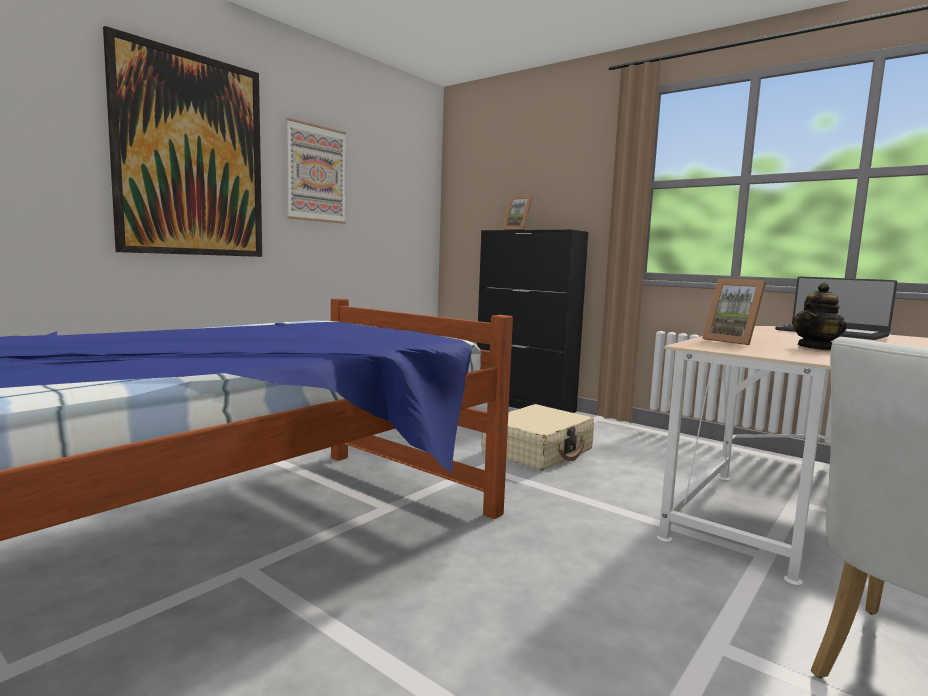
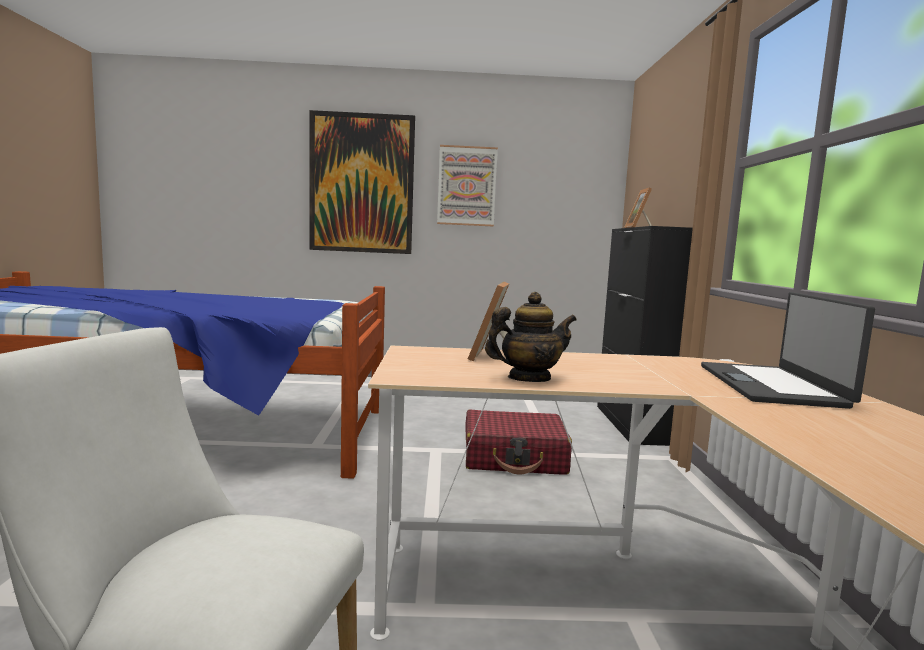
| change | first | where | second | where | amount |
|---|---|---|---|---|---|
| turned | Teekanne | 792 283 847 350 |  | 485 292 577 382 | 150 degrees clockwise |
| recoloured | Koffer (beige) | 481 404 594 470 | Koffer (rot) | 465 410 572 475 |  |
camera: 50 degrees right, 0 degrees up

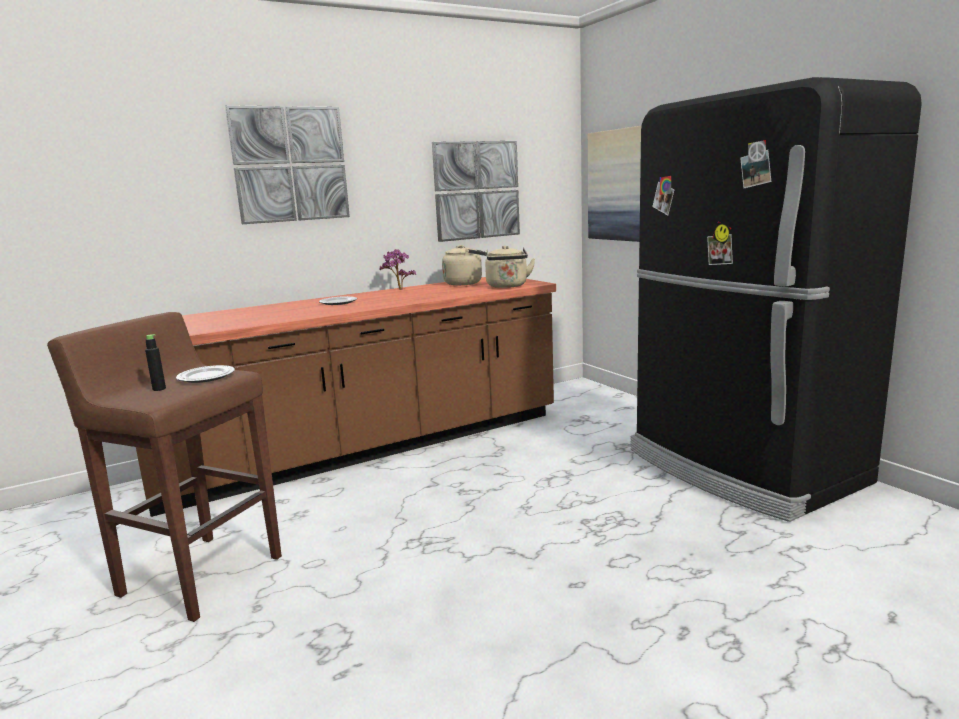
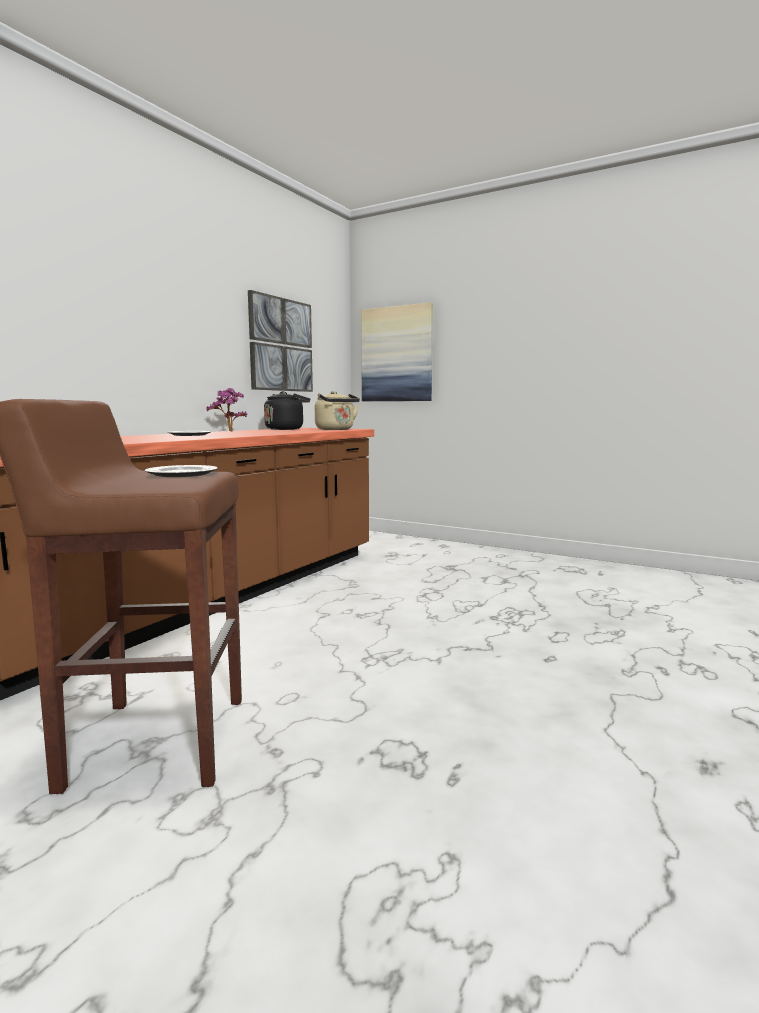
| change | first | where | second | where | amount |
|---|---|---|---|---|---|
| removed | Kühlschrank (schwarz) | 630 77 922 522 |  |  |  |
| removed | Bild | 225 105 350 224 |  |  |  |
| recoloured | Wasserkessel (beige) | 442 245 487 285 | Wasserkessel (schwarz) | 264 391 310 430 |  |
| removed | Flasche (schwarz) | 145 334 166 391 |  |  |  |
camera: 30 degrees left, 5 degrees down

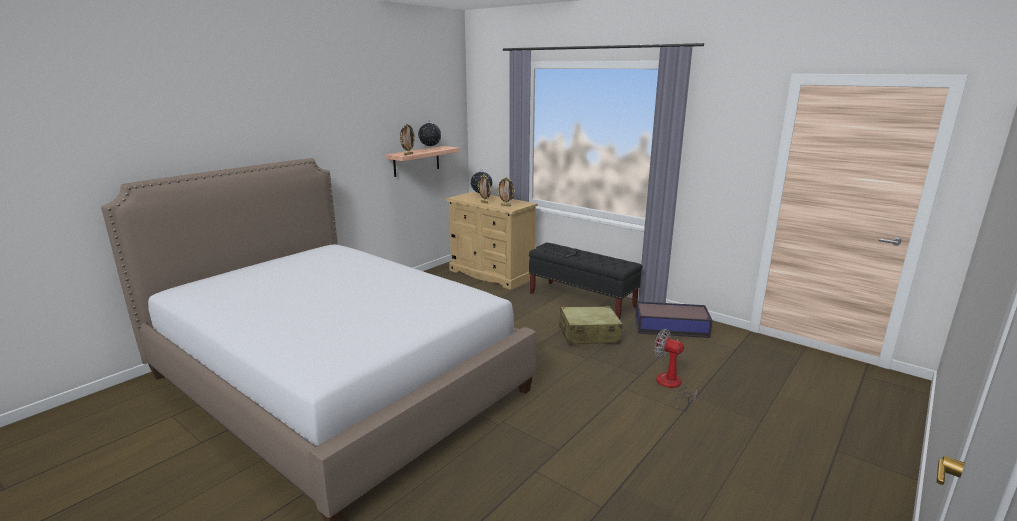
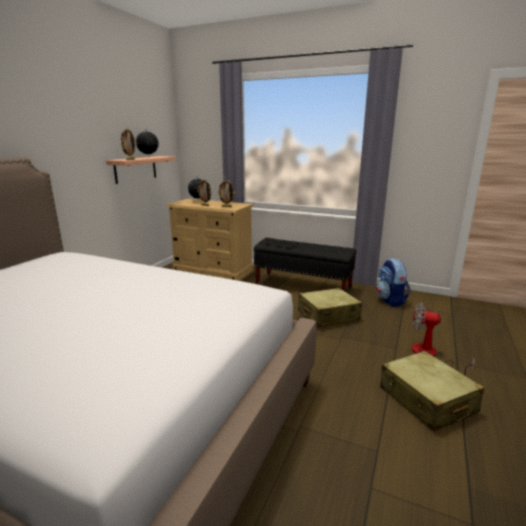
| change | first | where | second | where | amount |
|---|---|---|---|---|---|
| replaced | Aufbewahrungsbox | 635 301 713 338 | Rucksack | 376 258 410 307 |  |
| added |  |  | Koffer (beige) | 380 351 484 432 |  |
camera: 15 degrees left, 0 degrees up

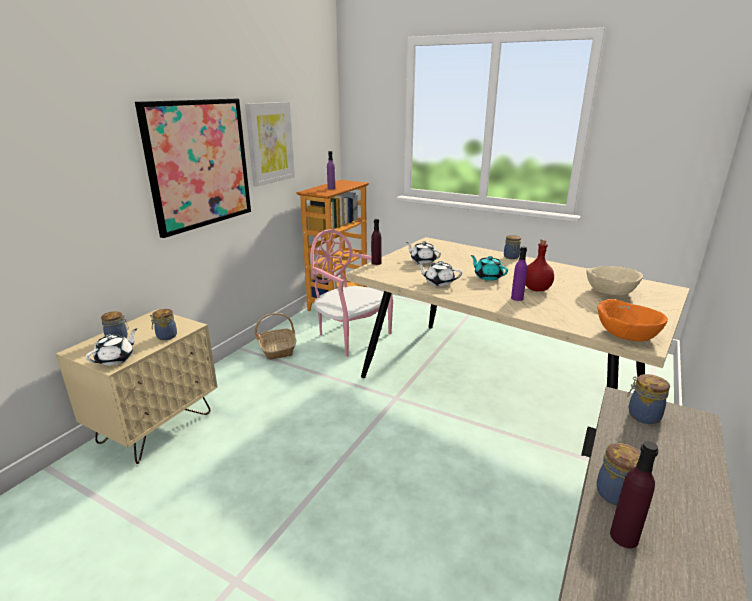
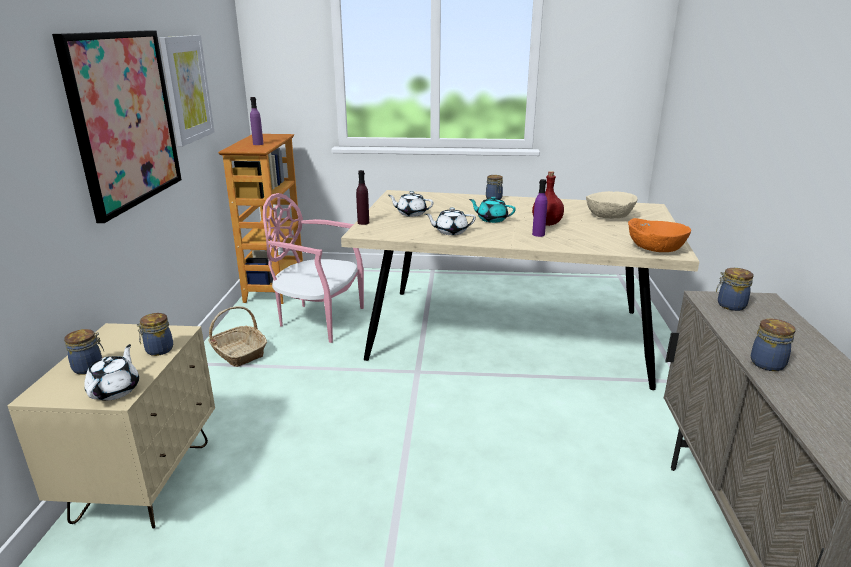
| change | first | where | second | where | amount |
|---|---|---|---|---|---|
| removed | Flasche (lila) | 610 441 658 548 |  |  |  |
camera: 25 degrees left, 0 degrees up

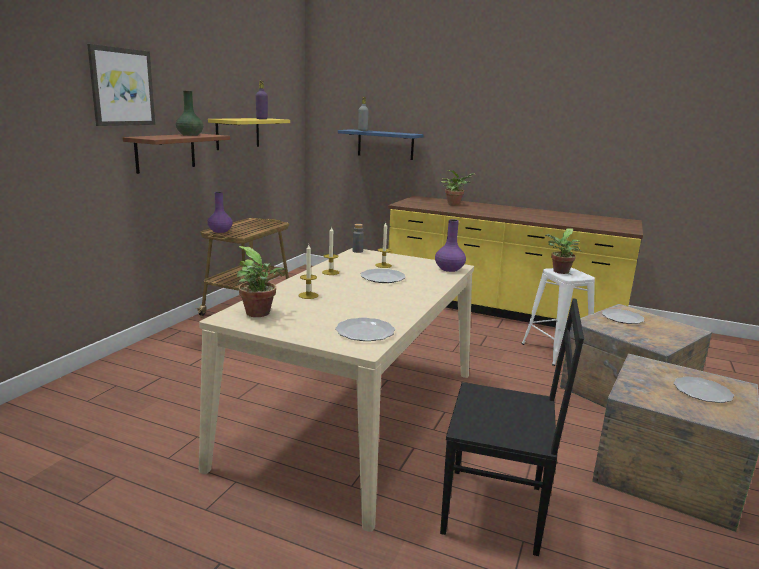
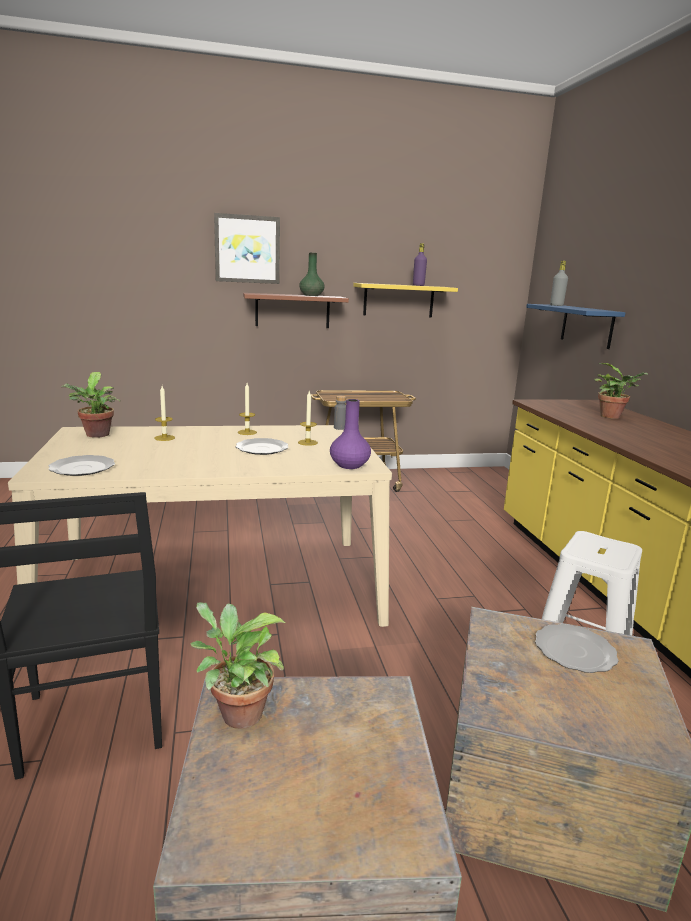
| change | first | where | second | where | amount |
|---|---|---|---|---|---|
| removed | Vase (lila) | 207 192 233 233 |  |  |  |
| moved | Topfpflanze | 545 228 581 274 |  | 191 602 285 729 |  |
| removed | Teller | 673 376 734 403 |  |  |  |
camera: 55 degrees right, 0 degrees up

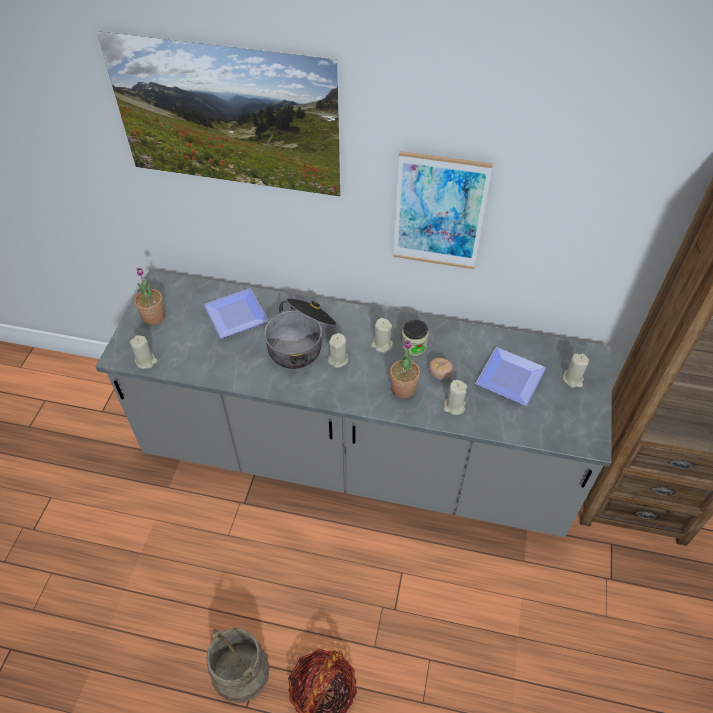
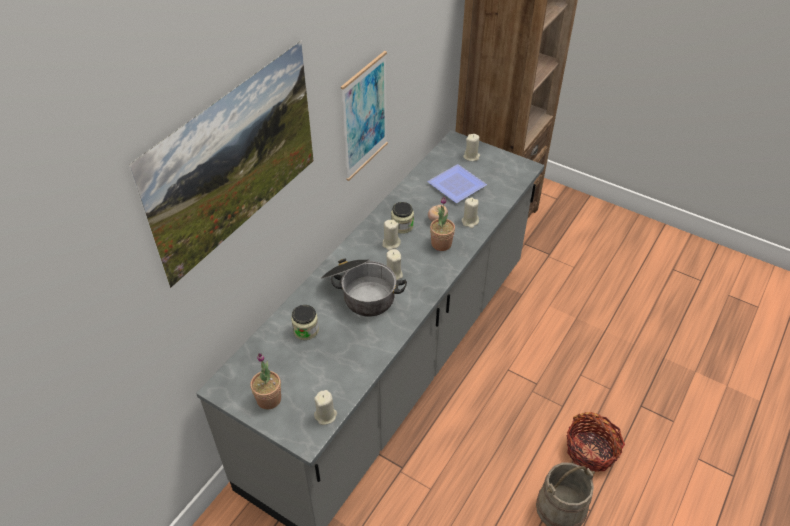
| change | first | where | second | where | amount |
|---|---|---|---|---|---|
| replaced | Teller | 204 288 268 339 | Vorratsglas | 291 305 319 340 |  |
camera: 70 degrees left, 5 degrees down

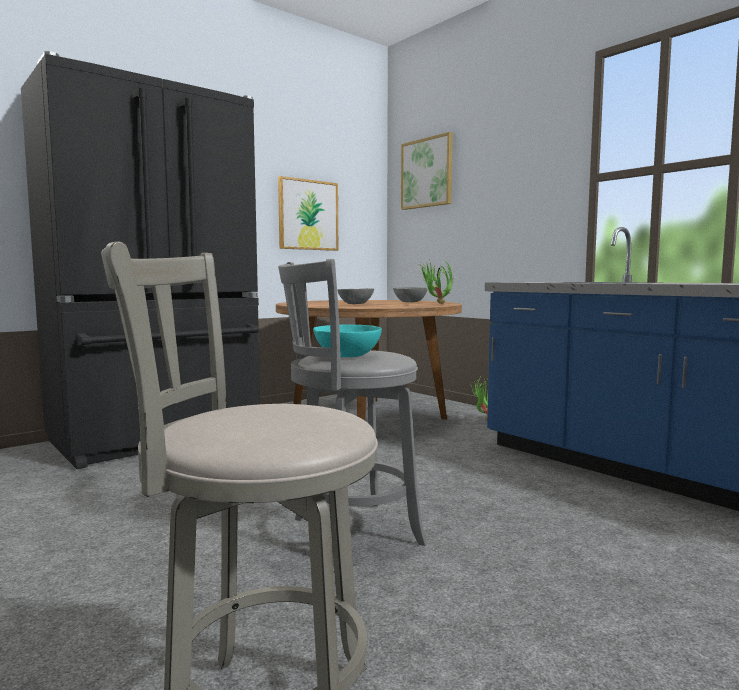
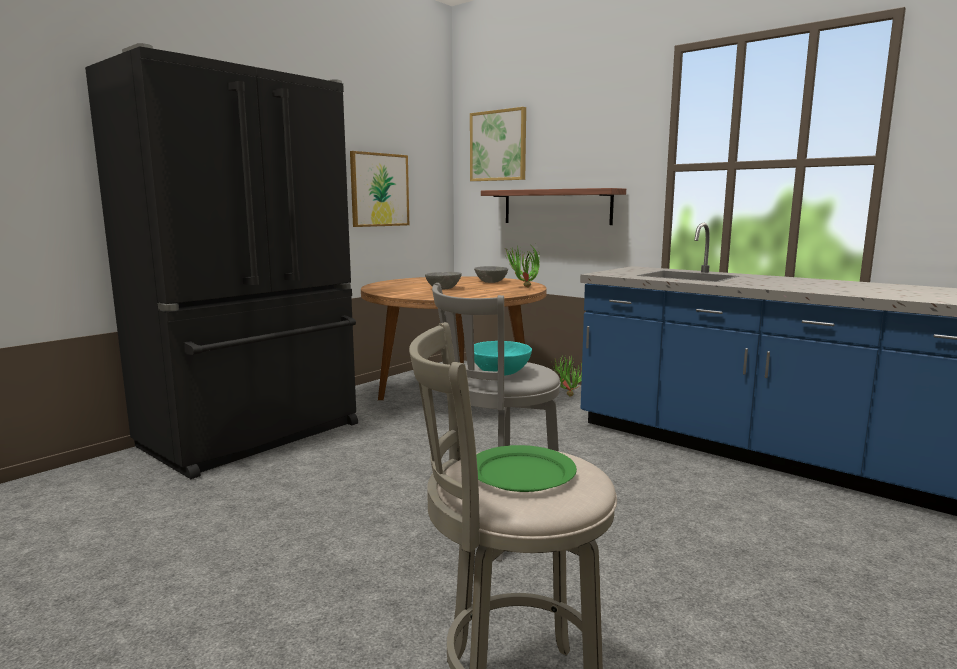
| change | first | where | second | where | amount |
|---|---|---|---|---|---|
| added |  |  | Wandregal | 481 188 626 225 |  |
| added |  |  | Teller (grün) | 476 445 577 492 |  |
camera: 10 degrees left, 5 degrees up

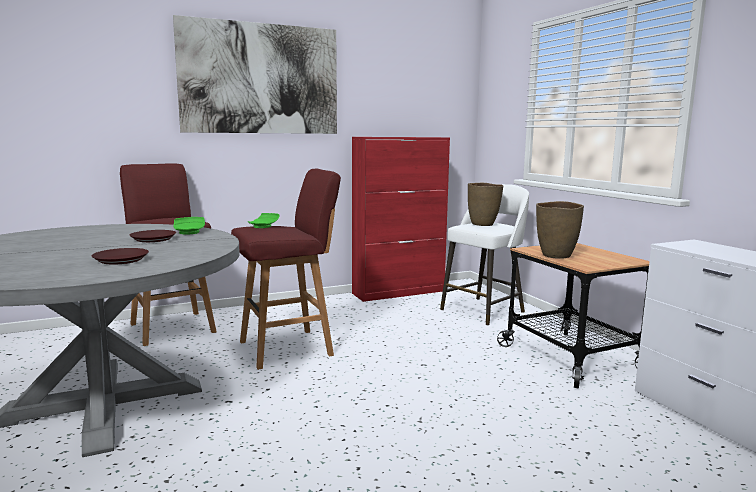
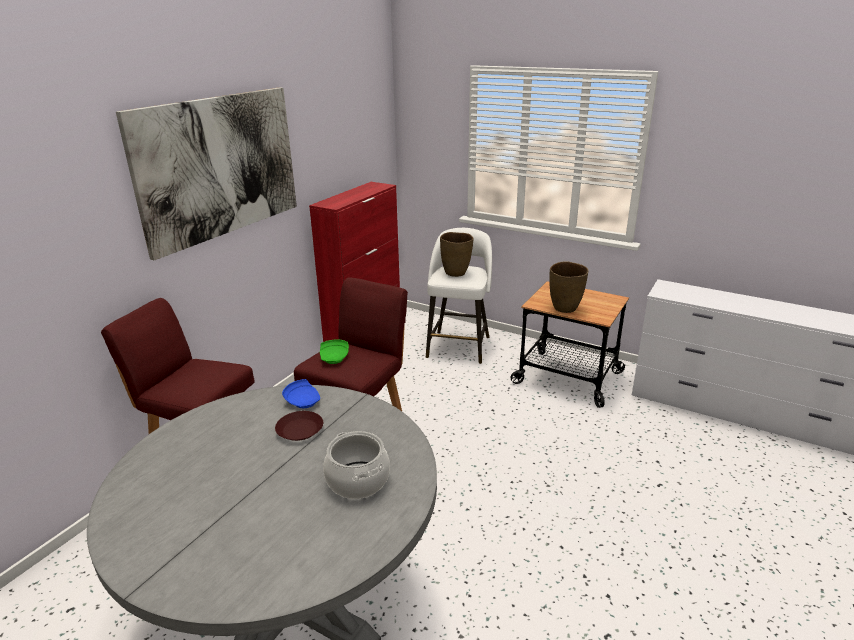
| change | first | where | second | where | amount |
|---|---|---|---|---|---|
| recoloured | Teller (grün) | 174 217 205 235 | Teller (blau) | 282 379 320 408 |  |
| replaced | Teller (braun) | 92 248 149 265 | Kochtopf | 323 431 390 499 |  |
camera: 35 degrees left, 15 degrees up

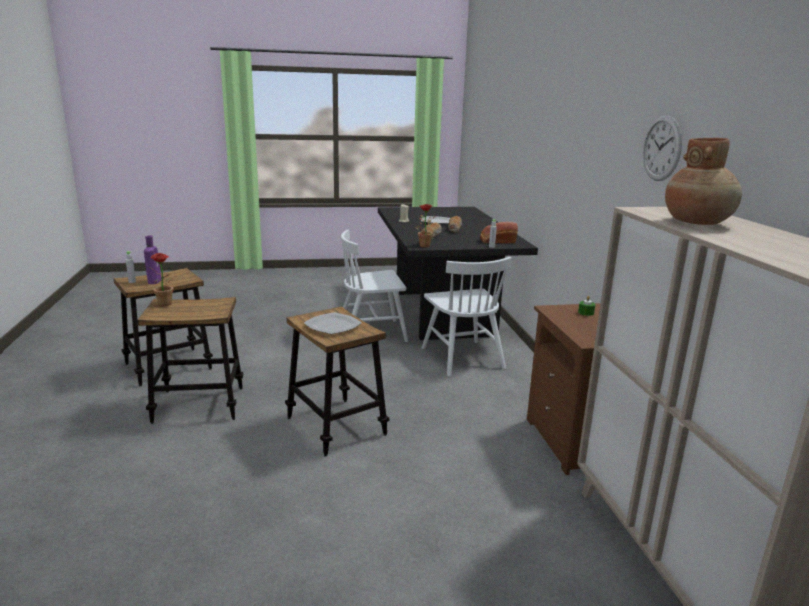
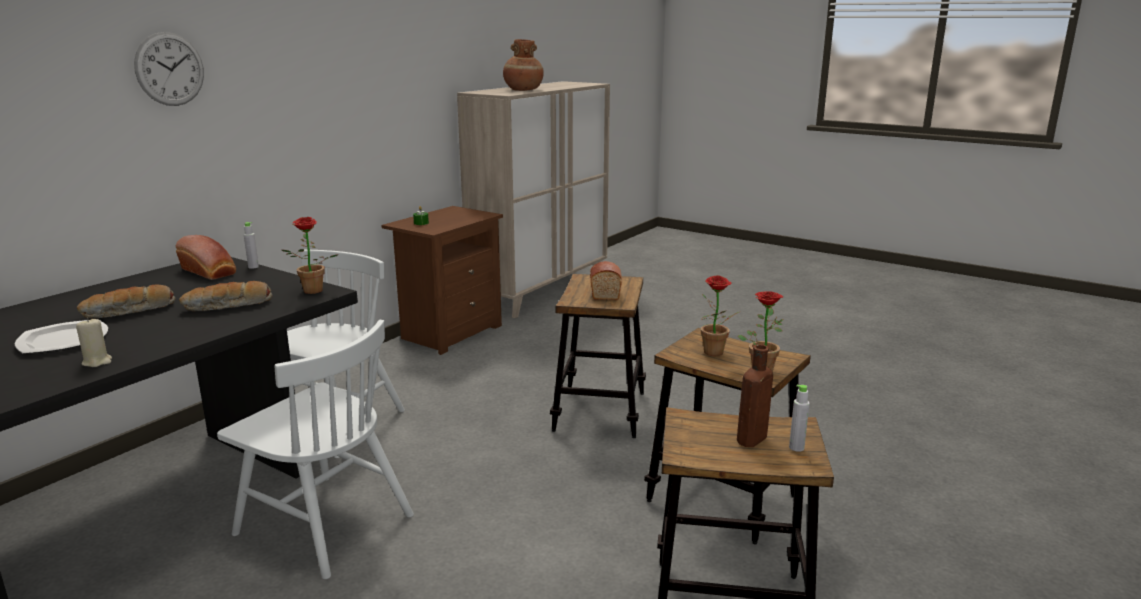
| change | first | where | second | where | amount |
|---|---|---|---|---|---|
| moved | Wanduhr | 643 115 682 181 |  | 134 32 204 106 |  |
| recoloured | Flasche (lila) | 144 236 162 284 | Flasche (braun) | 737 344 773 447 |  |
| replaced | Teller | 304 312 362 334 | Brot | 590 261 622 300 |  |
| added |  |  | Topfpflanze | 701 275 741 356 |  |
camera: 135 degrees left, 0 degrees up

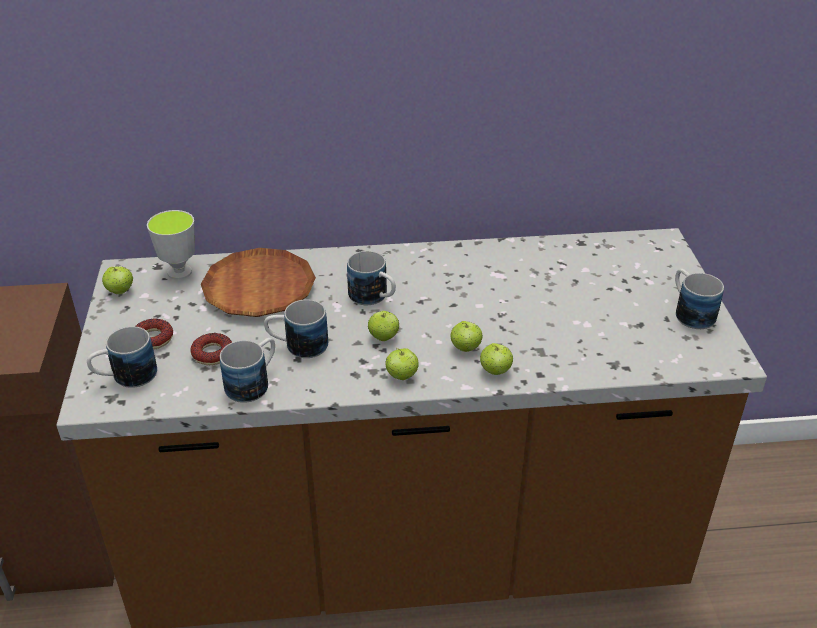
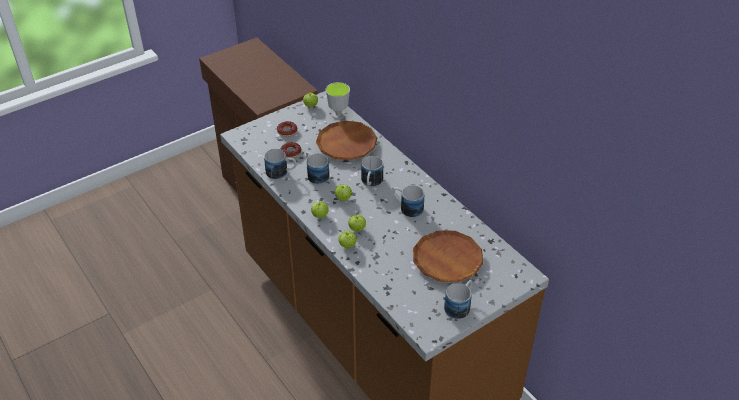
| change | first | where | second | where | amount |
|---|---|---|---|---|---|
| moved | Henkelbecher | 87 326 157 388 |  | 393 185 424 218 |  |
| added |  |  | Teller (braun) | 413 230 483 282 |  |
camera: 60 degrees right, 5 degrees up

